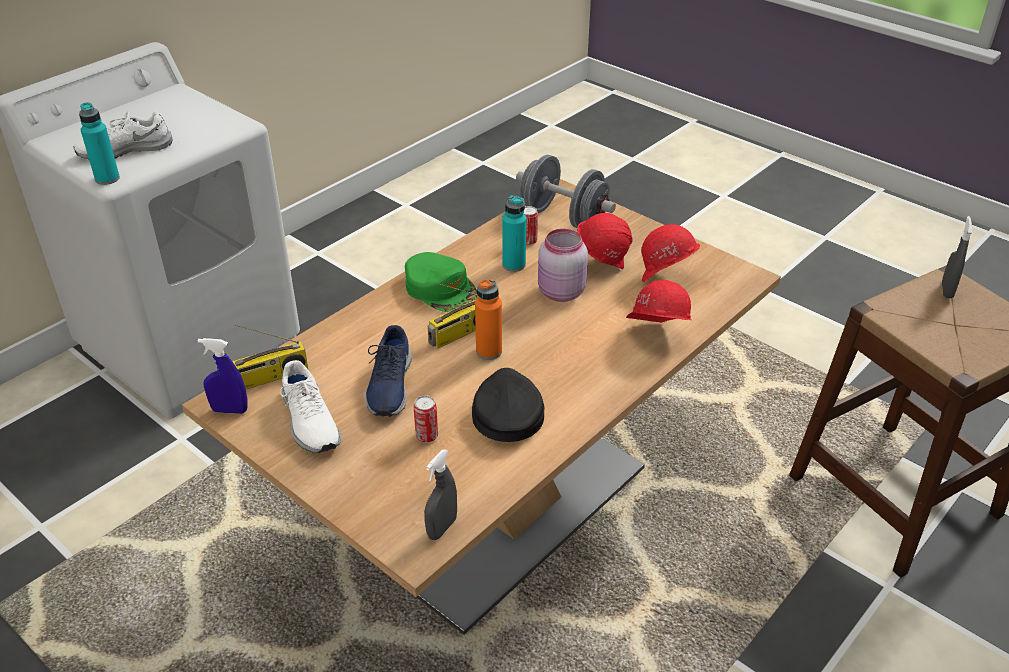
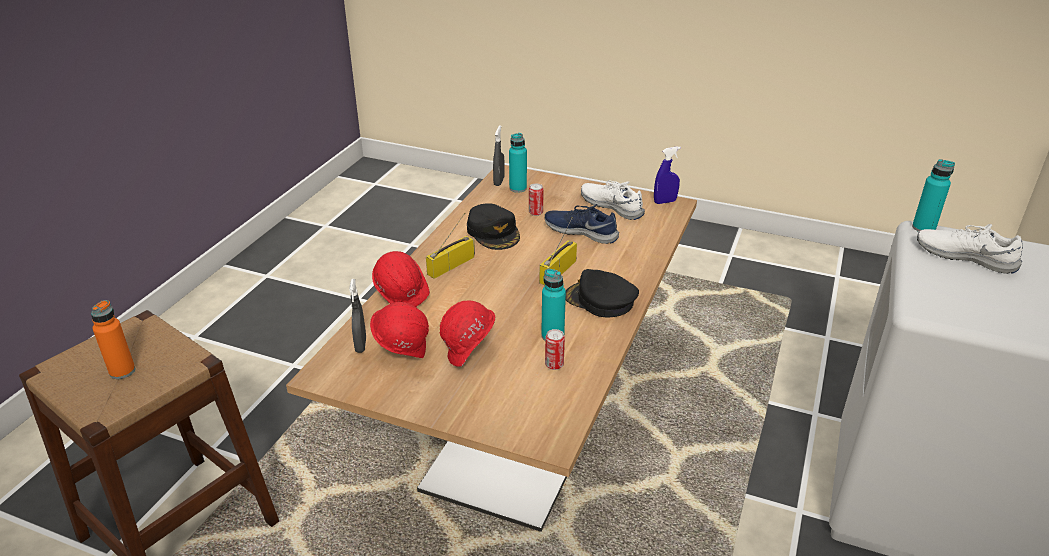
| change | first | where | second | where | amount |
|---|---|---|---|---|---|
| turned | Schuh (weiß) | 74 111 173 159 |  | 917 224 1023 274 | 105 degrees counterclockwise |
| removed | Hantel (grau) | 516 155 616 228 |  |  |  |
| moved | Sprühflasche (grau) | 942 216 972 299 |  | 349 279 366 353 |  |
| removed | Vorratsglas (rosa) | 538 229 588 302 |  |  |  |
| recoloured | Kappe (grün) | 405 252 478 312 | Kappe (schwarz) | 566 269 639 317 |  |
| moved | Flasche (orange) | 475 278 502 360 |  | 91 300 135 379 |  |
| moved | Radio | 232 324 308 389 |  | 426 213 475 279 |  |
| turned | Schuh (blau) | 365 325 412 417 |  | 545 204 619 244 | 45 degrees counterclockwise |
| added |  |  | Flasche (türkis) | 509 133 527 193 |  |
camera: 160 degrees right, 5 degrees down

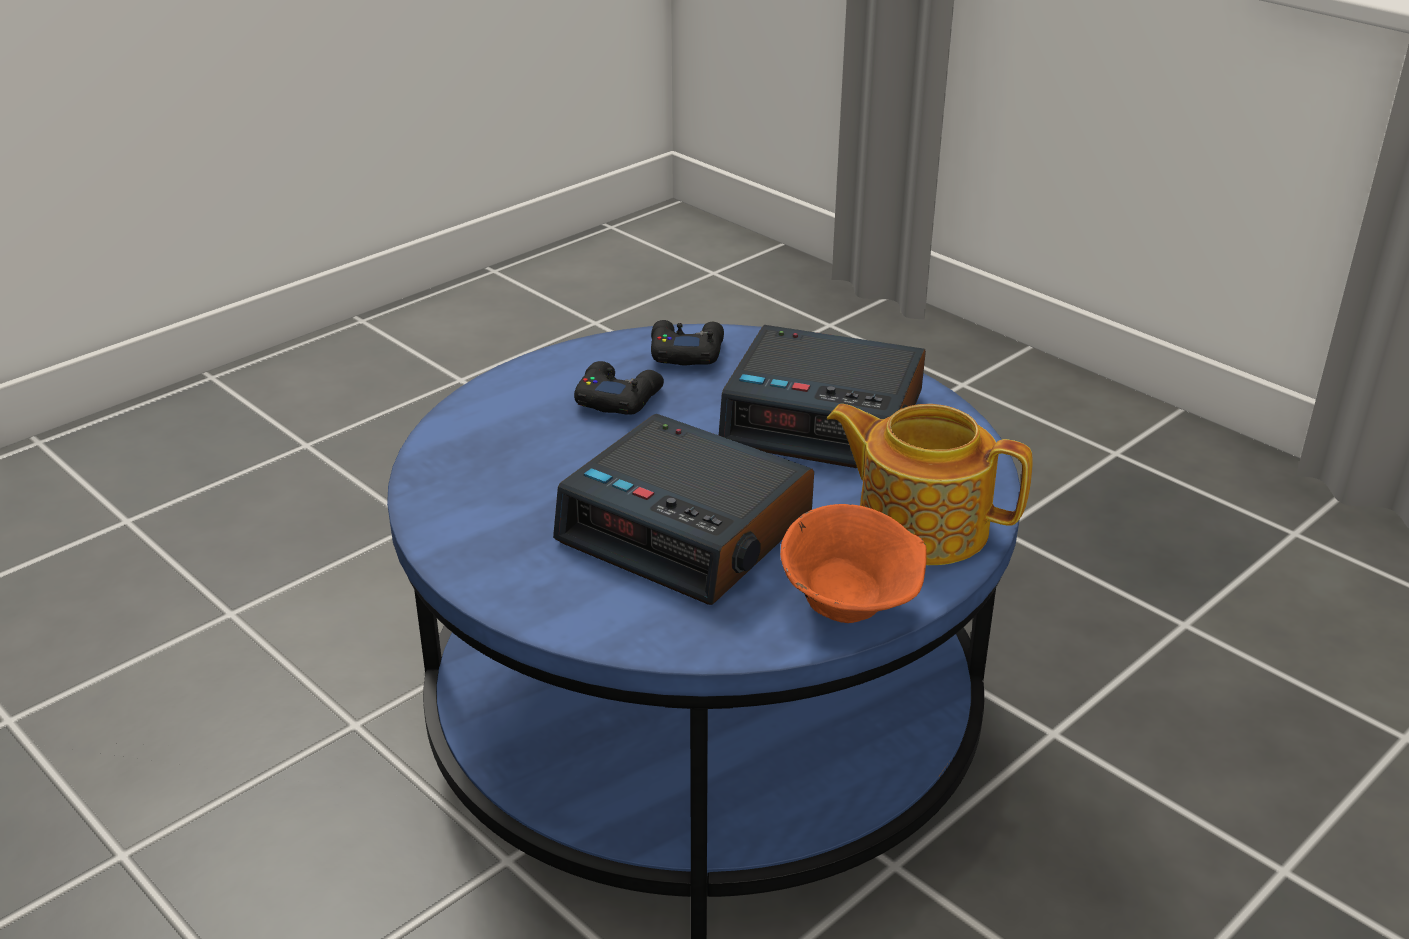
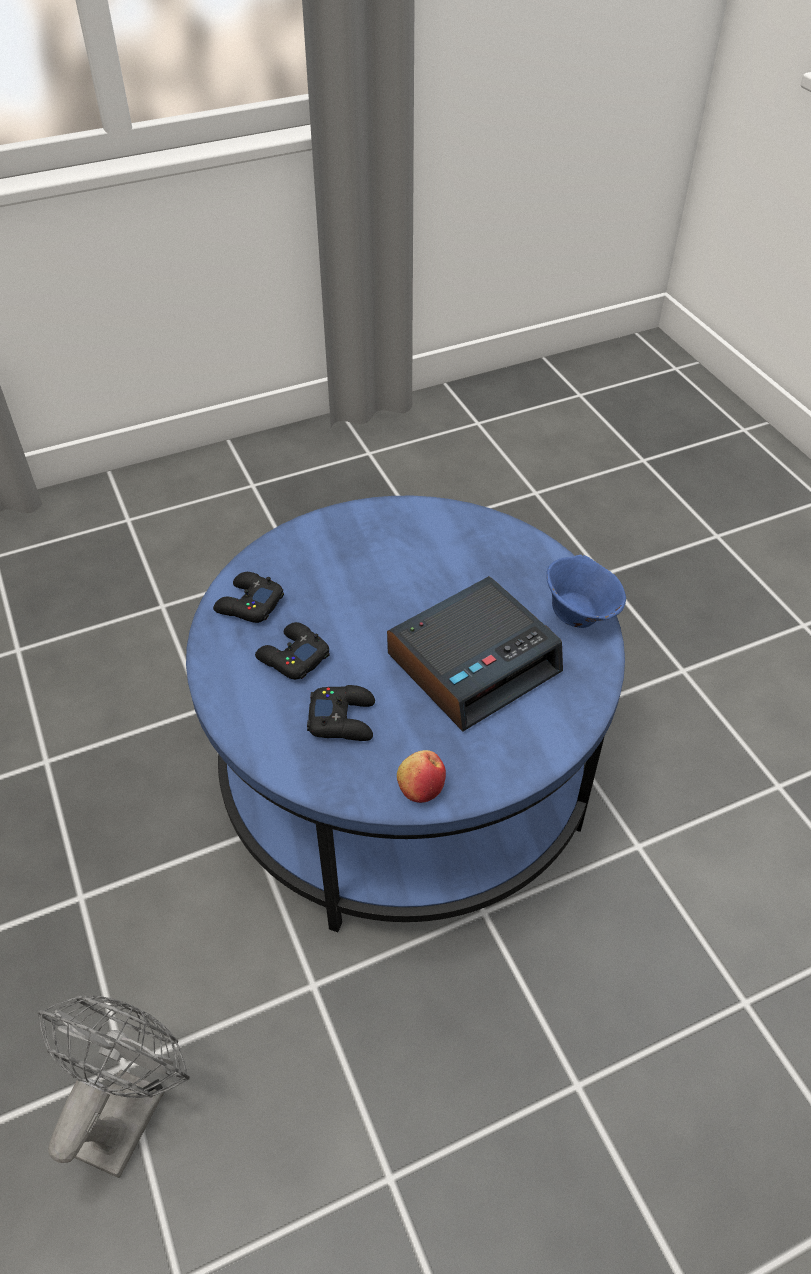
| change | first | where | second | where | amount |
|---|---|---|---|---|---|
| removed | Wecker | 719 325 926 469 |  |  |  |
| removed | Teekanne | 827 404 1033 565 |  |  |  |
| recoloured | Schüssel (orange) | 780 504 927 623 | Schüssel (blau) | 546 555 626 628 |  |
| added |  |  | Gamepad (schwarz) | 307 685 375 741 |  |
| added |  |  | Apfel | 397 750 446 803 |  |
| added |  |  | Ventilator (grau) | 38 996 190 1178 |  |
camera: 70 degrees left, 15 degrees up

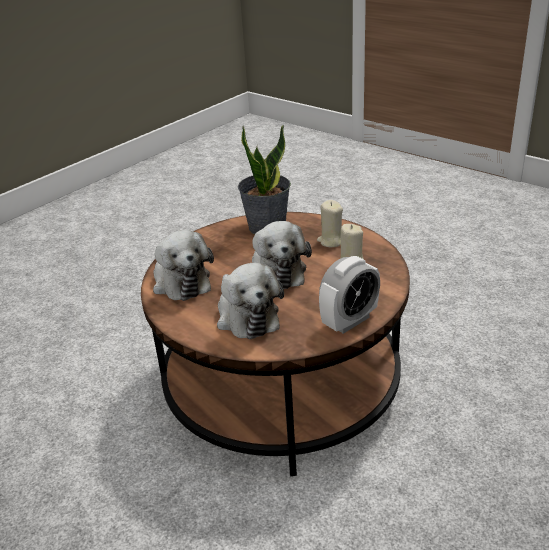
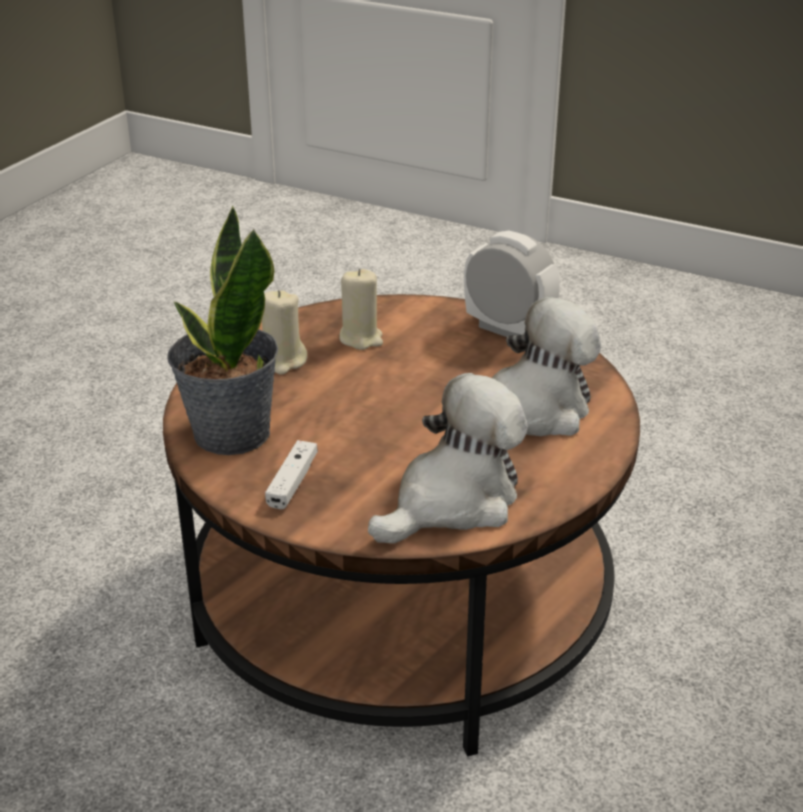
| change | first | where | second | where | amount |
|---|---|---|---|---|---|
| removed | Plüschtier | 252 221 312 289 |  |  |  |
| added |  |  | Gamepad (weiß) | 265 440 318 509 |  |
camera: 105 degrees left, 0 degrees up

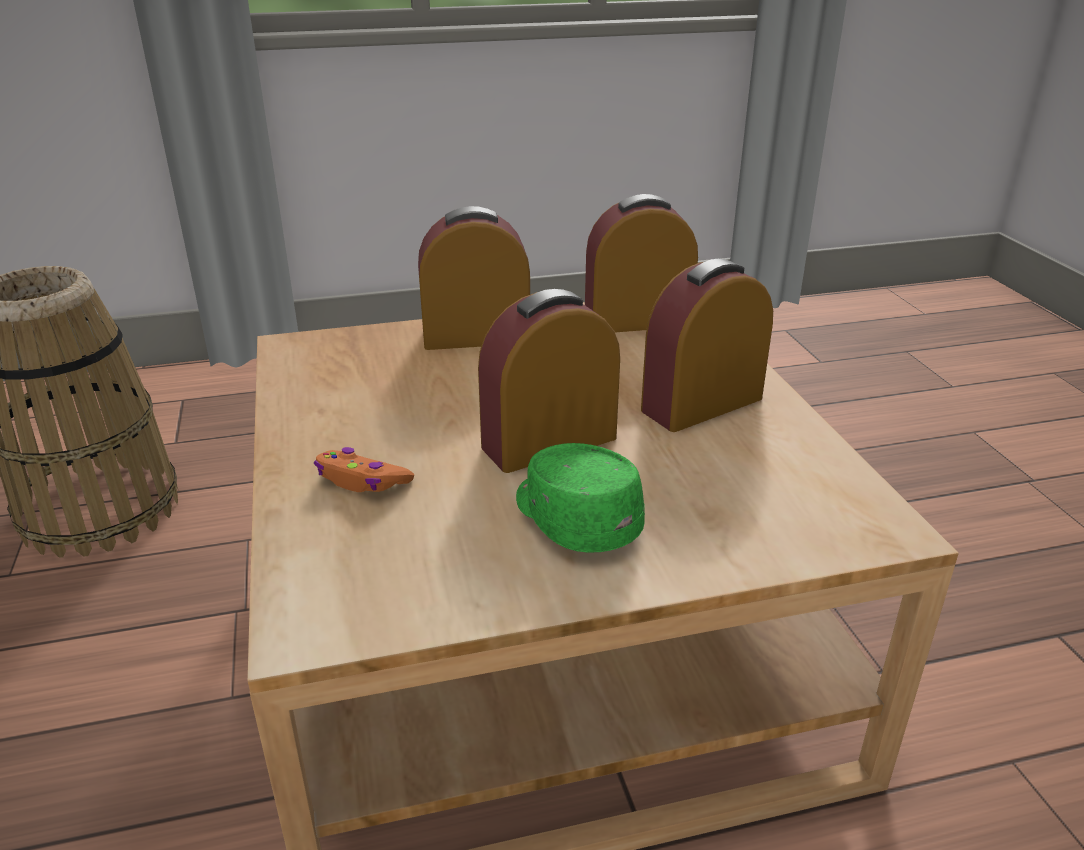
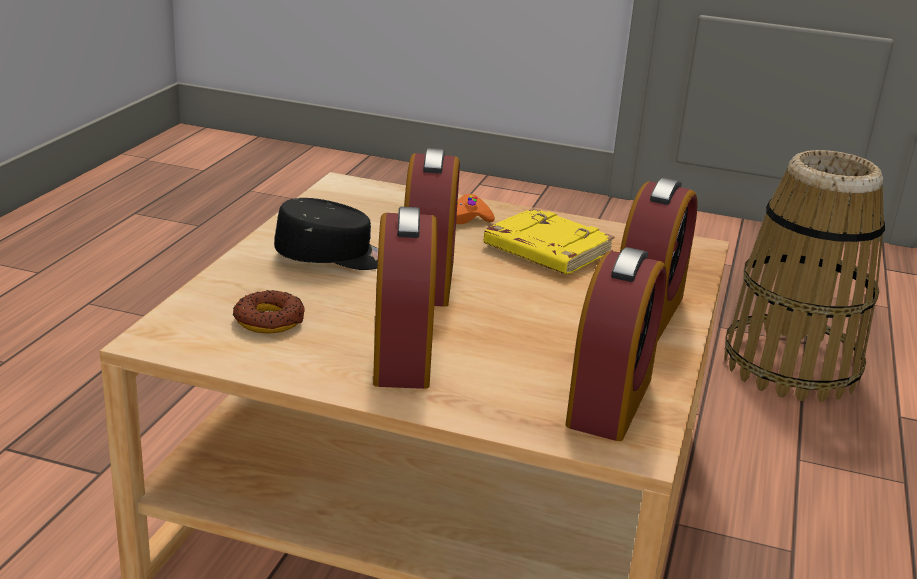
| change | first | where | second | where | amount |
|---|---|---|---|---|---|
| recoloured | Kappe (grün) | 516 443 645 553 | Kappe (schwarz) | 274 198 378 270 |  |
| added |  |  | Buch (gelb) | 484 208 615 274 |  |
| added |  |  | Donut | 233 290 305 334 |  |
camera: 120 degrees right, 5 degrees down

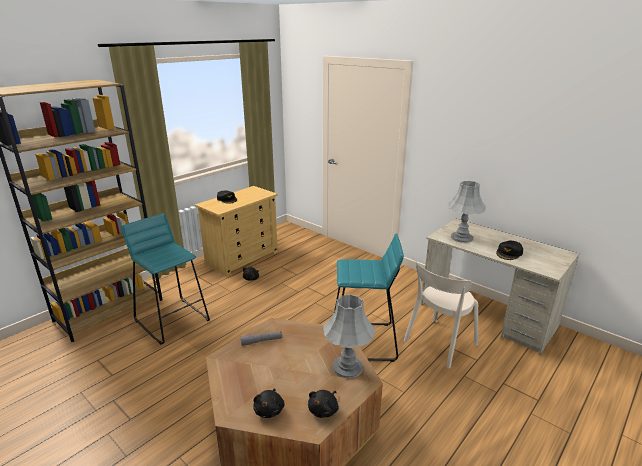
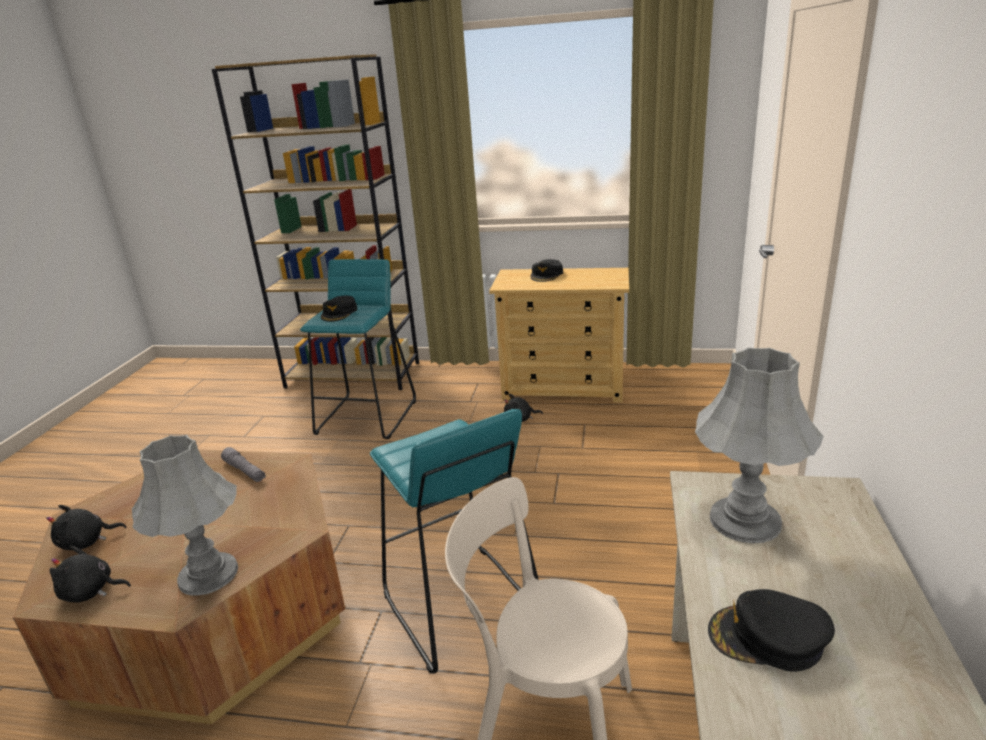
| change | first | where | second | where | amount |
|---|---|---|---|---|---|
| added |  |  | Kappe (schwarz) | 321 296 357 322 |  |
camera: 60 degrees right, 0 degrees up

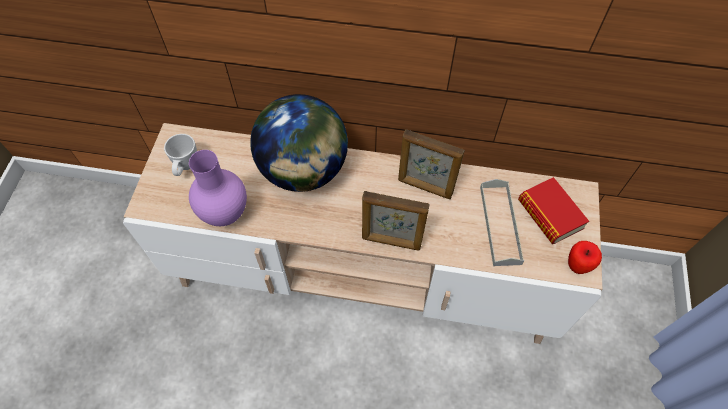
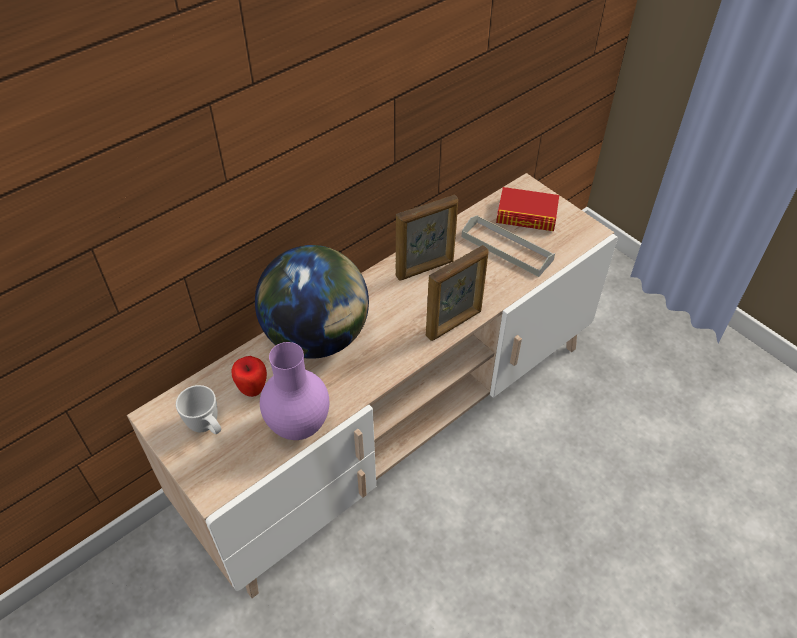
| change | first | where | second | where | amount |
|---|---|---|---|---|---|
| moved | Apfel | 568 241 602 274 |  | 231 356 267 397 |  |
camera: 50 degrees left, 10 degrees down

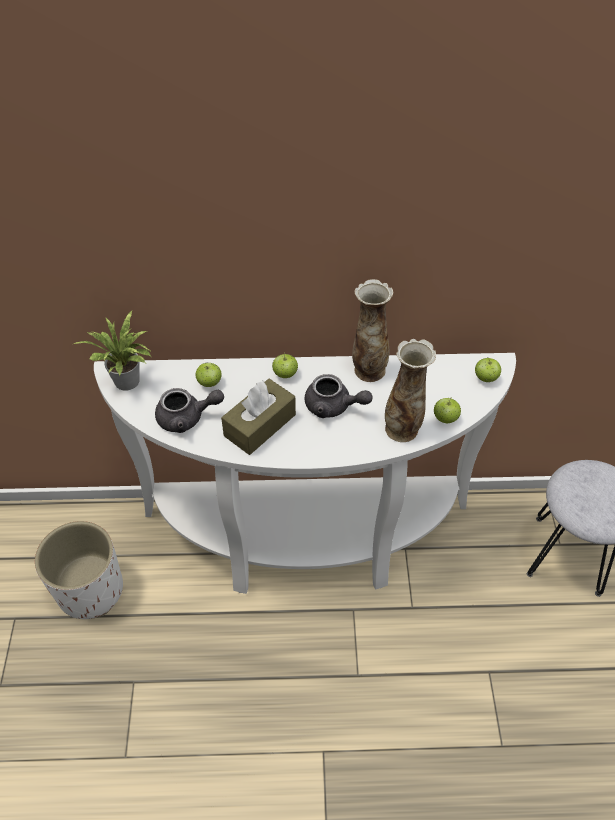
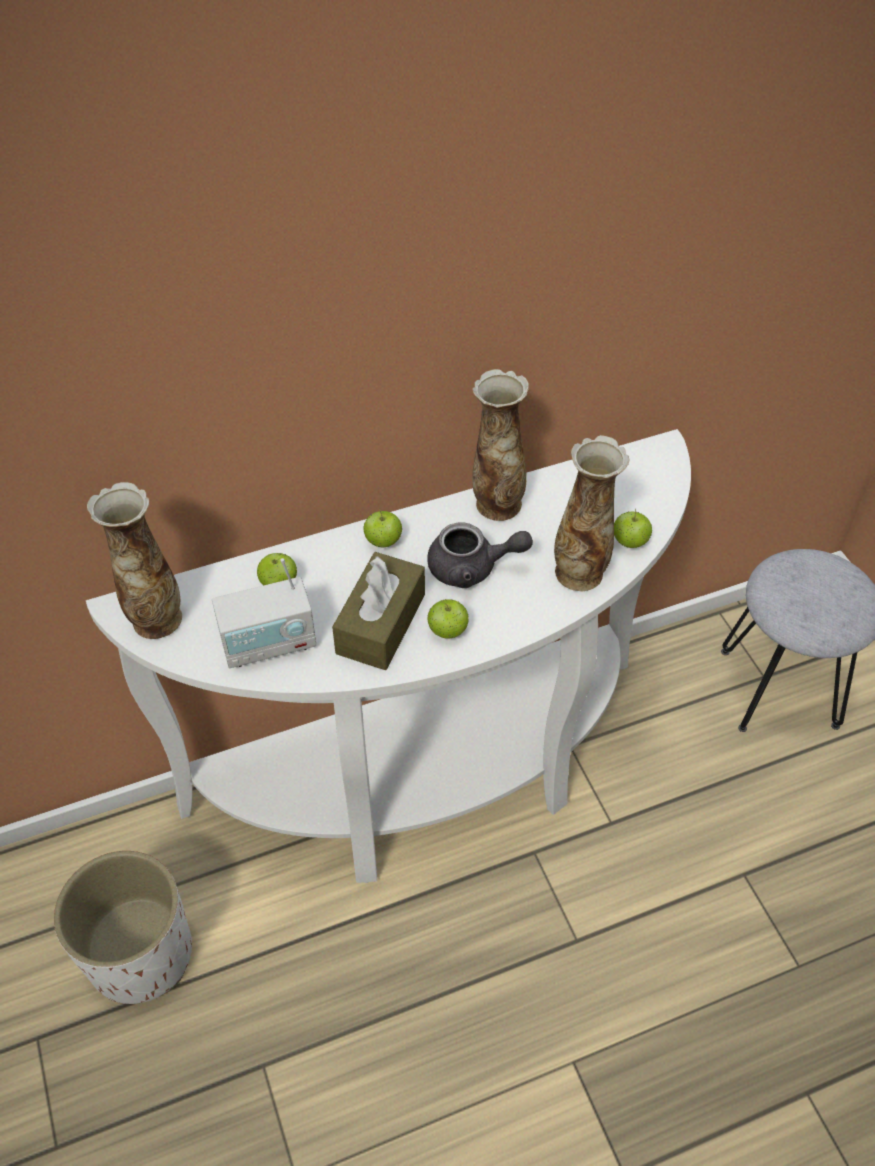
| change | first | where | second | where | amount |
|---|---|---|---|---|---|
| replaced | Topfpflanze | 74 310 152 391 | Vase | 87 482 182 639 |  |
| moved | Apfel | 475 357 502 382 |  | 427 599 469 639 |  |
| replaced | Teekanne (grau) | 155 388 224 433 | Radio | 212 558 316 668 |  |
camera: 20 degrees left, 0 degrees up

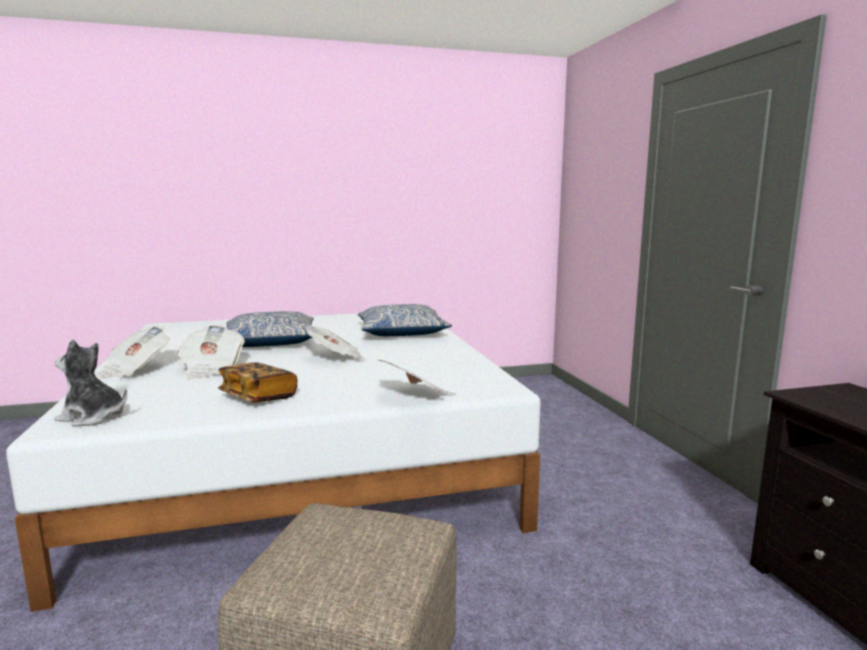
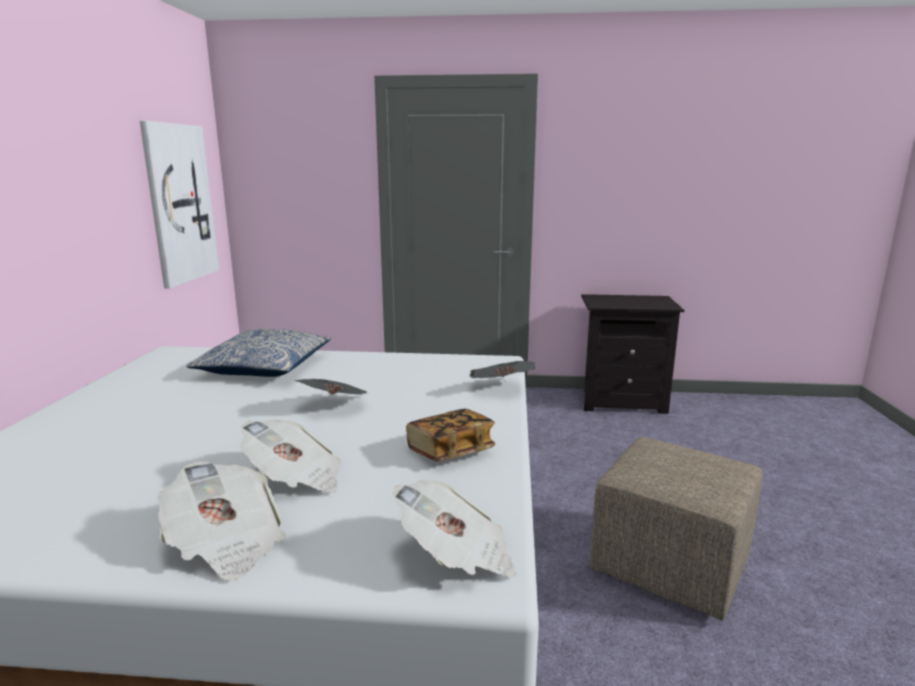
| change | first | where | second | where | amount |
|---|---|---|---|---|---|
| removed | Kissen | 226 311 314 347 |  |  |  |
| replaced | Plüschtier | 55 339 127 426 | Zeitung | 393 480 517 577 |  |
| added |  |  | Bild | 140 121 219 289 |  |
camera: 70 degrees left, 5 degrees up

